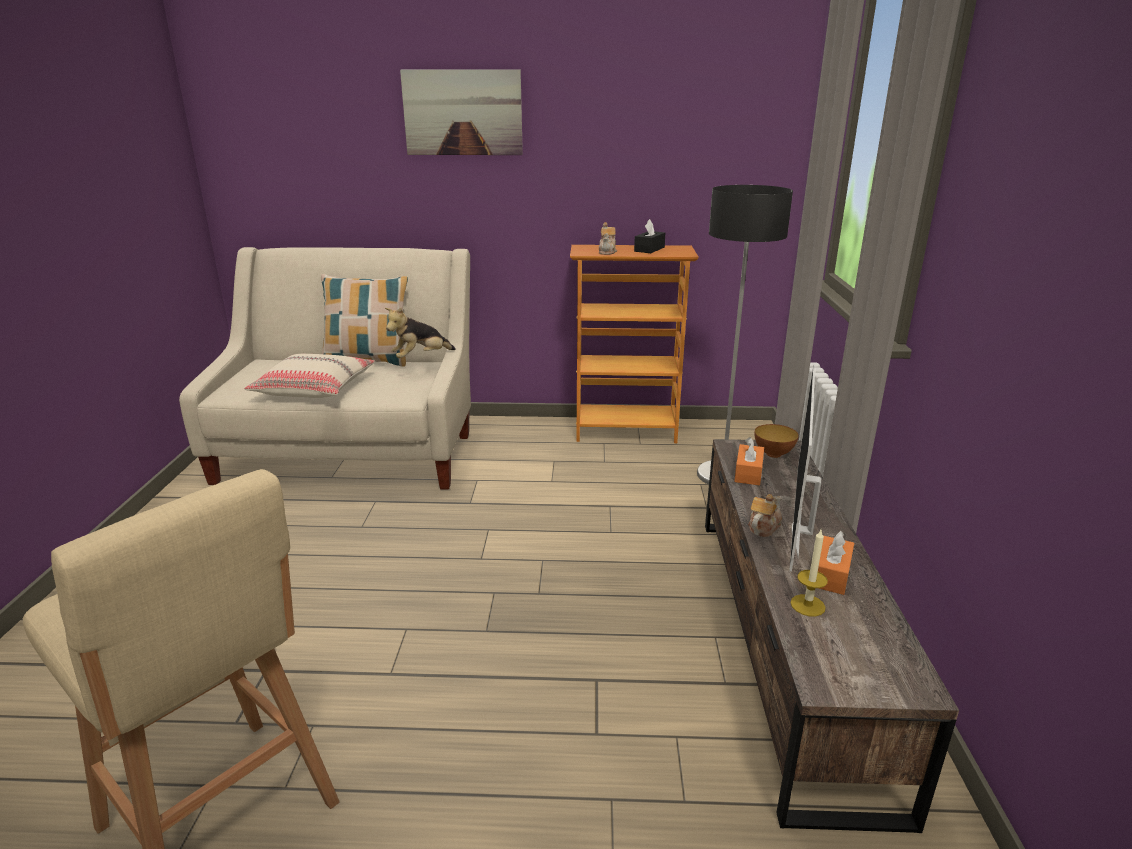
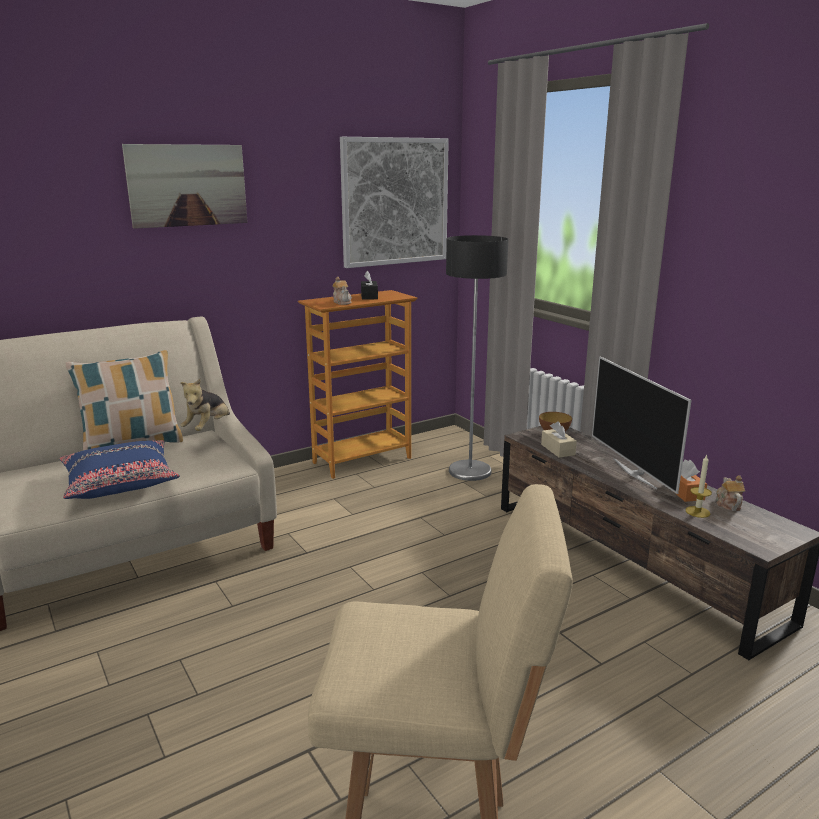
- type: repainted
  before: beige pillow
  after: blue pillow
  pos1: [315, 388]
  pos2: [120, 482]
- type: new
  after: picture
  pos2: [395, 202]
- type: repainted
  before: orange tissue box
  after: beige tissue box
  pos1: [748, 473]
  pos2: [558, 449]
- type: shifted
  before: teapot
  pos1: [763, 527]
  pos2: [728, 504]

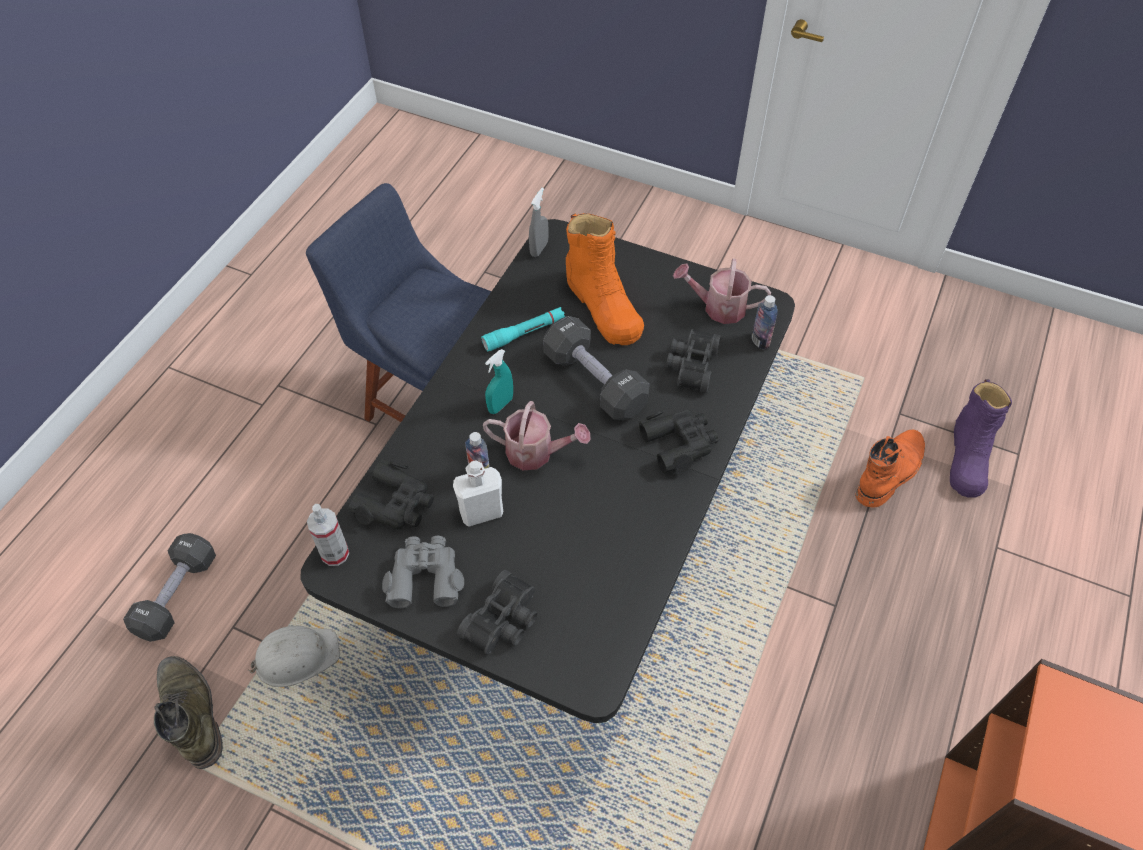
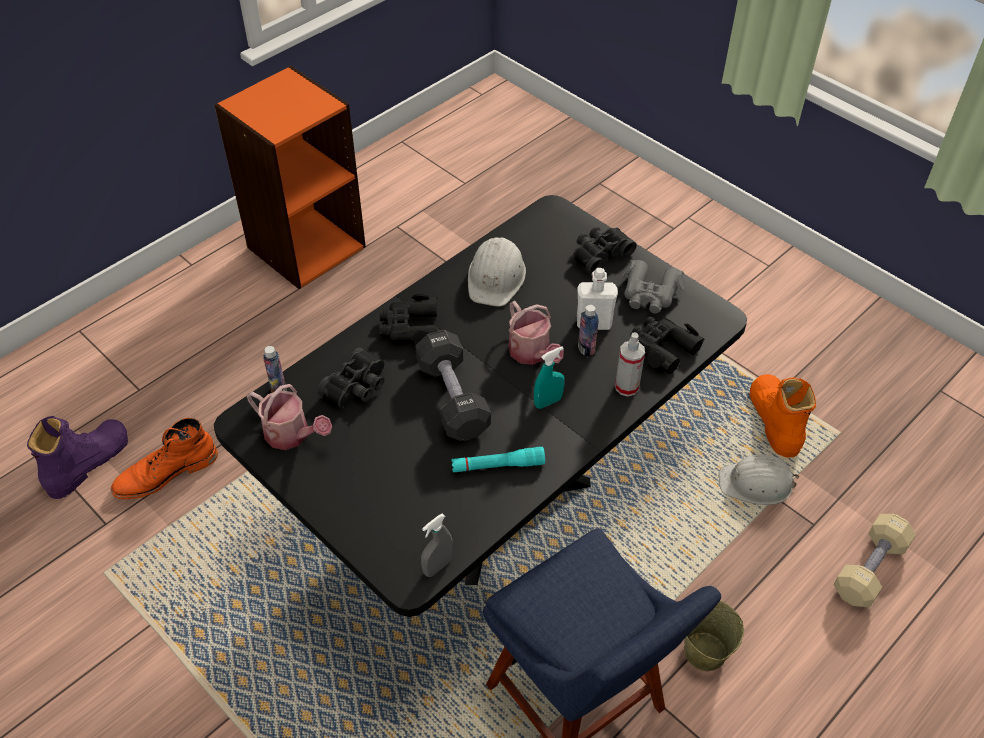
- type: new
  after: white hard hat
  pos2: [496, 277]
- type: rotated
  before: watering can
  pos1: [536, 452]
  pos2: [532, 354]
  turn: -150
- type: shifted
  before: spray bottle
  pos1: [335, 553]
  pos2: [626, 387]
- type: new
  after: beige bucket
  pos2: [705, 652]
- type: shifted
  before: orange boot
  pos1: [603, 306]
  pos2: [774, 420]
- type: repainted
  before: black dumbbell
  after: beige dumbbell
  pos1: [177, 595]
  pos2: [869, 569]
- type: gone
  before: green boot
  pos1: [191, 712]

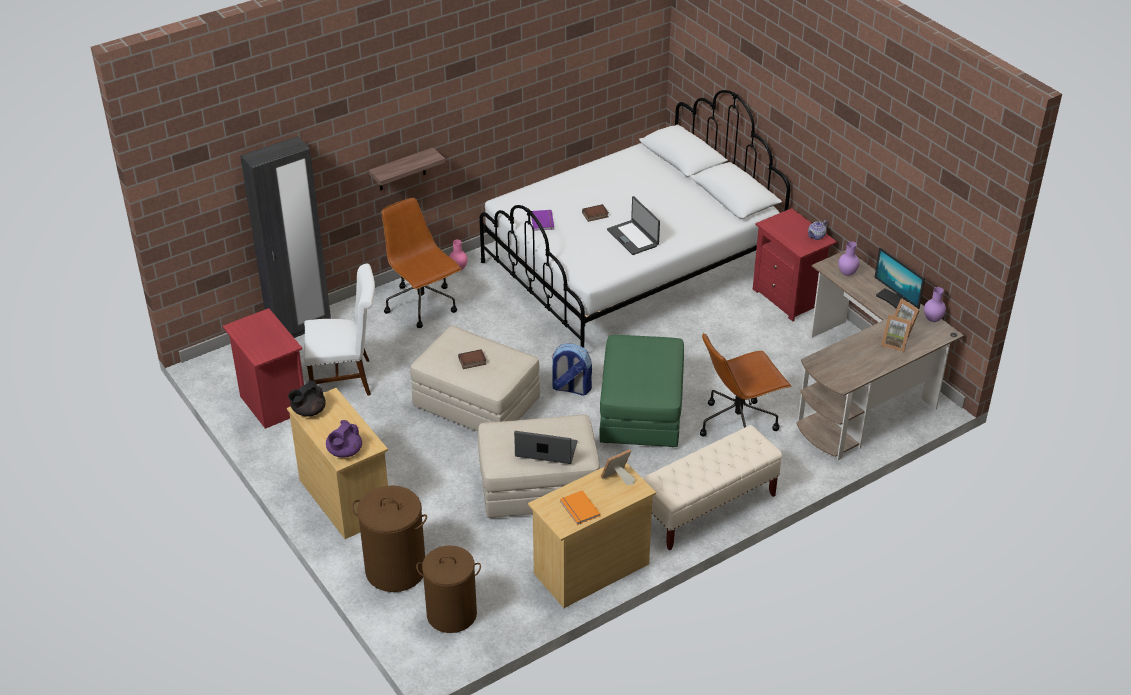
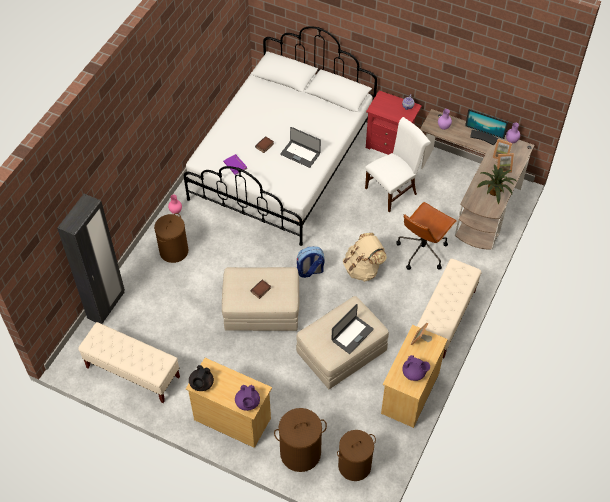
- type: swapped
  before: red nightstand
  after: beige bench
  pos1: [272, 404]
  pos2: [132, 372]
- type: swapped
  before: brown office chair
  after: brown laundry basket
  pos1: [422, 305]
  pos2: [174, 251]
- type: rotated
  before: laptop
  pos1: [546, 450]
  pos2: [352, 334]
  turn: 150
- type: swapped
  before: green ottoman
  after: beige backpack
  pos1: [641, 412]
  pos2: [363, 268]
- type: shifted
  before: white chair
  pos1: [346, 378]
  pos2: [393, 190]
- type: swapped
  before: orange book
  after: purple teapot
  pos1: [579, 509]
  pos2: [414, 373]
- type: new
  after: potted plant
  pos2: [495, 192]
- type: gone
  before: shelf
  pos1: [402, 170]

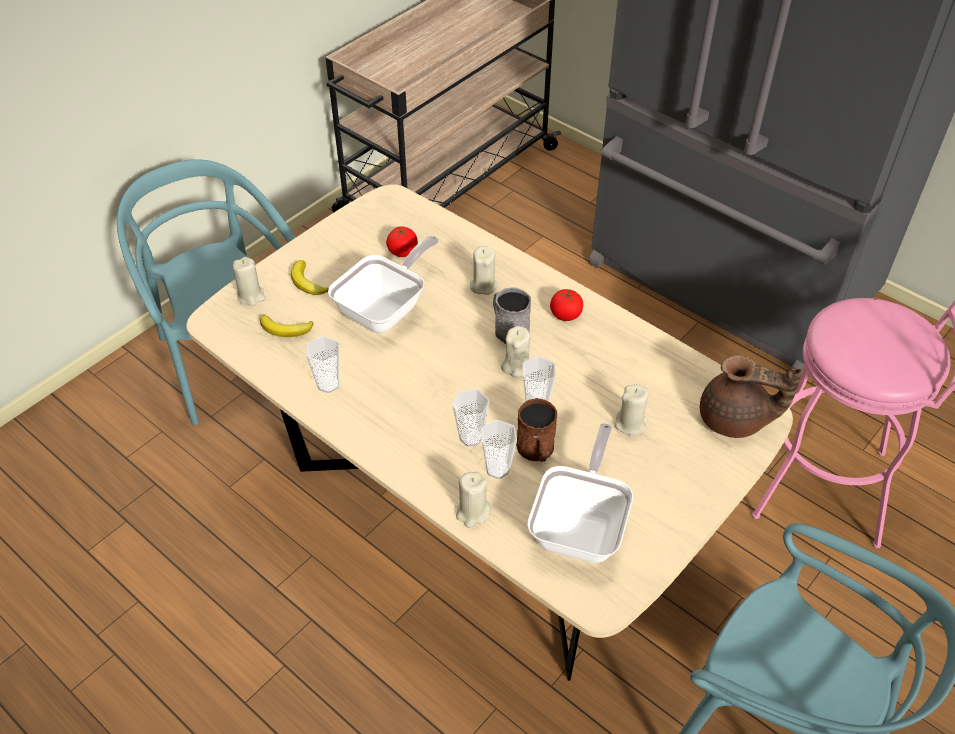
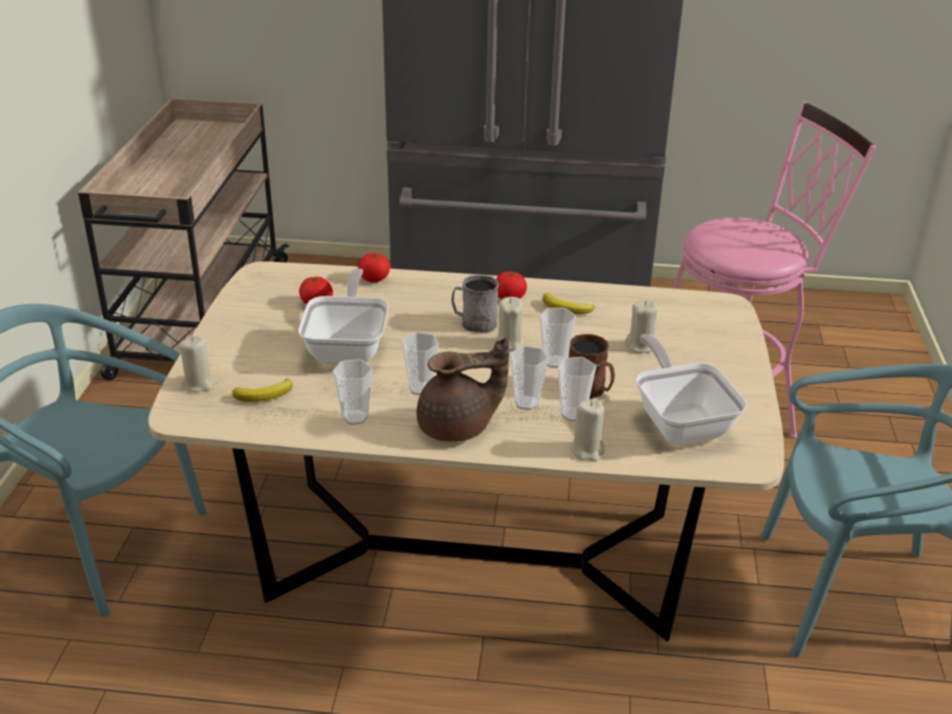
- type: new
  after: tomato
  pos2: [374, 279]
- type: new
  after: cup
  pos2: [420, 388]
- type: shifted
  before: brown teapot
  pos1: [735, 420]
  pos2: [458, 428]
- type: shifted
  before: banana
  pos1: [307, 282]
  pos2: [567, 308]
- type: gone
  before: beige candle
  pos1: [483, 285]

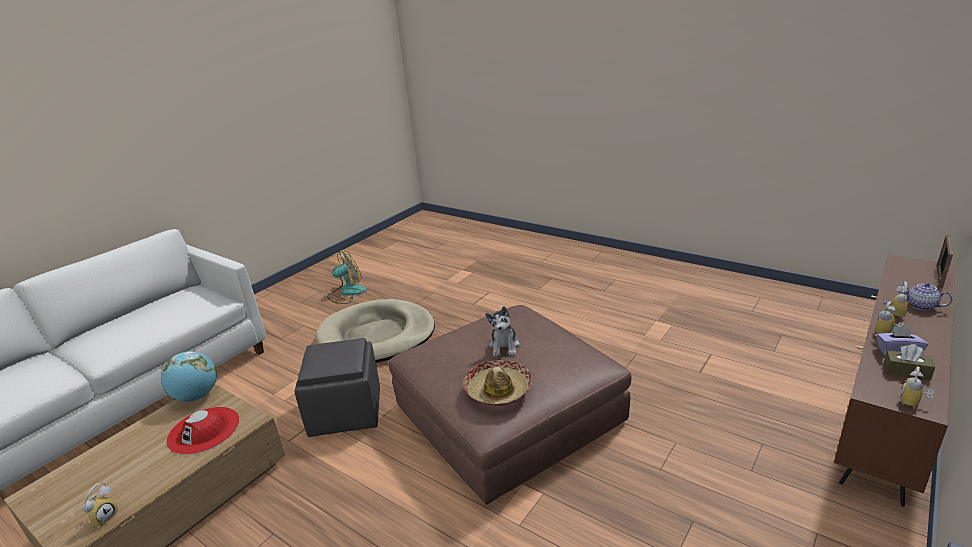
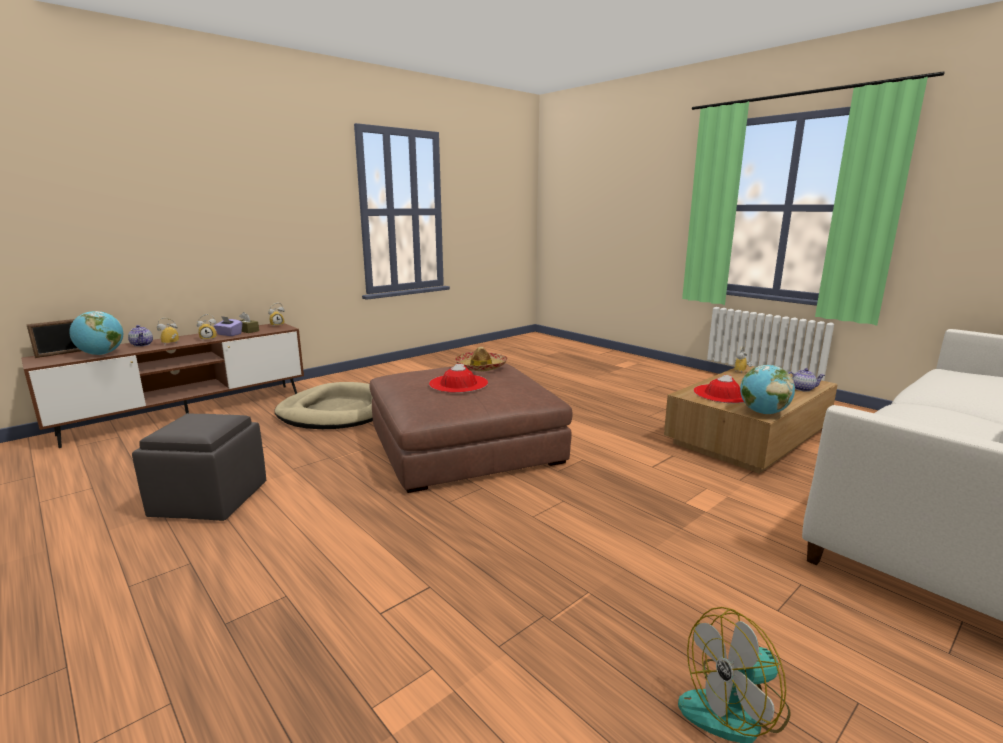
- type: new
  after: globe
  pos2: [101, 354]
- type: shifted
  before: grey ottoman
  pos1: [346, 411]
  pos2: [209, 500]
- type: shifted
  before: beige dog bed
  pos1: [377, 336]
  pos2: [337, 412]
- type: swapped
  before: plush toy
  after: red hat
  pos1: [504, 346]
  pos2: [458, 383]
- type: new
  after: teapot
  pos2: [802, 389]

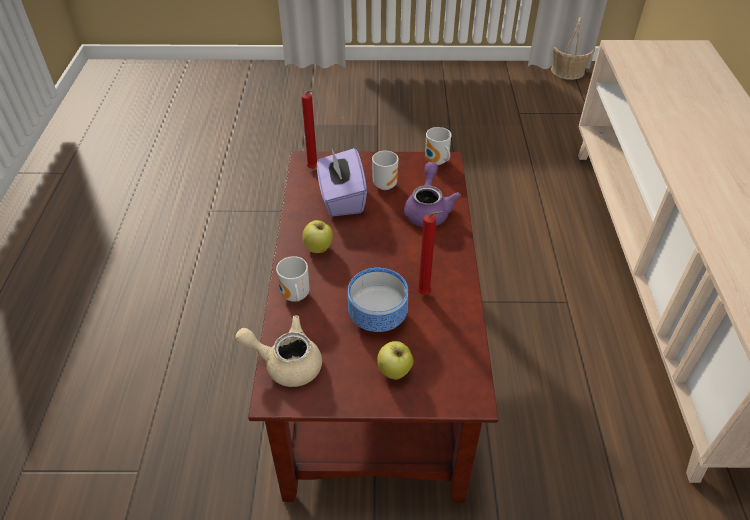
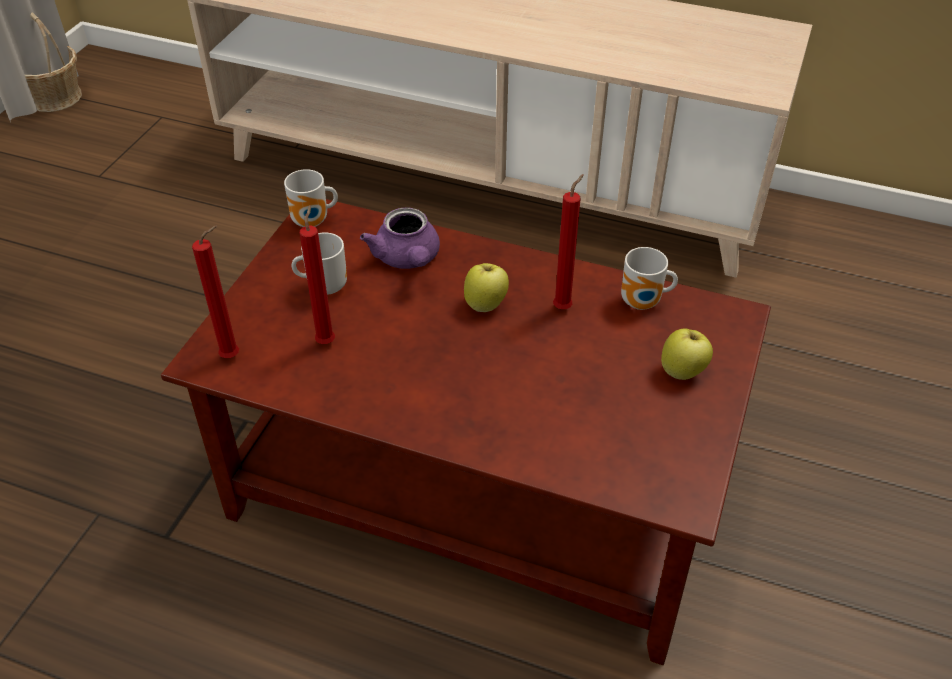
- type: swapped
  before: purple tissue box
  after: red candle
  pos1: [341, 198]
  pos2: [326, 340]
- type: rotated
  before: purple teapot
  pos1: [428, 210]
  pos2: [407, 259]
  turn: -135
- type: shifted
  before: apple
  pos1: [319, 249]
  pos2: [486, 304]
- type: shifted
  before: mug
  pos1: [294, 297]
  pos2: [643, 303]
- type: gone
  before: beige teapot
  pos1: [286, 363]
- type: gone
  before: bowl
  pos1: [375, 318]

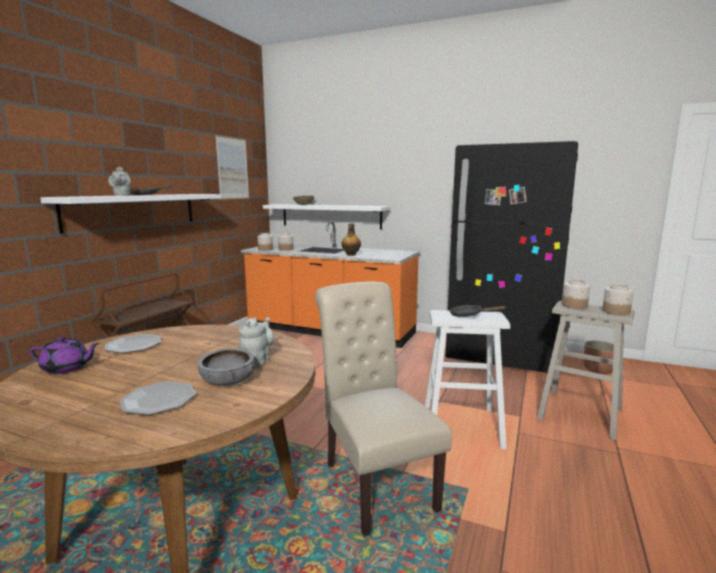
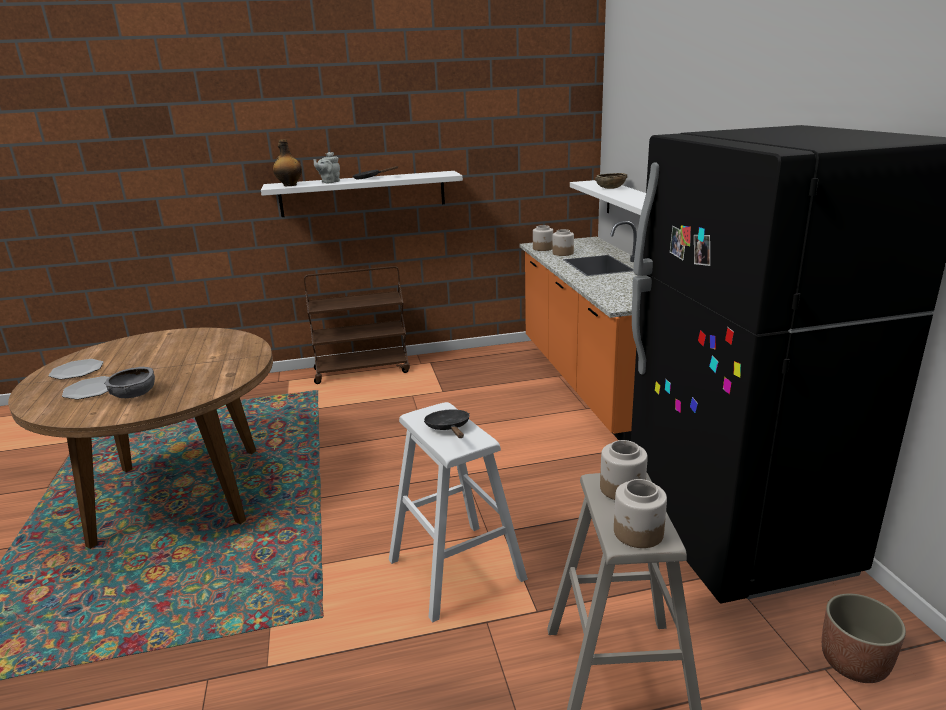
- type: shifted
  before: plate
  pos1: [133, 345]
  pos2: [77, 371]
- type: shifted
  before: bottle
  pos1: [351, 255]
  pos2: [289, 185]
- type: gone
  before: purple teapot
  pos1: [67, 368]
- type: gone
  before: picture
  pos1: [232, 168]
- type: gone
  before: grey teapot
  pos1: [257, 360]
- type: gone
  before: beige chair
  pos1: [374, 482]

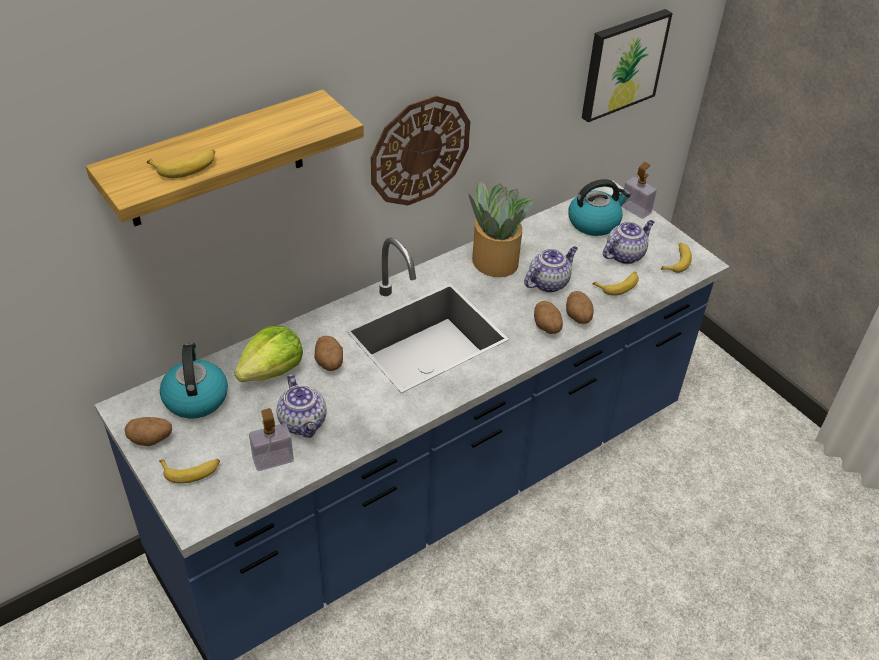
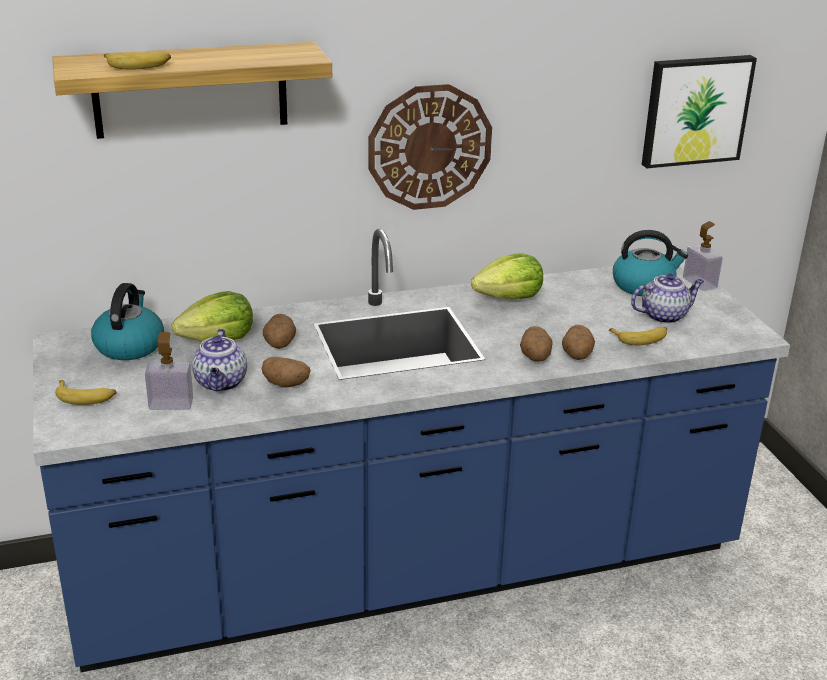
- type: shifted
  before: potato
  pos1: [151, 439]
  pos2: [287, 384]
- type: swapped
  before: potted plant
  after: lettuce
  pos1: [494, 261]
  pos2: [509, 297]
- type: gone
  before: teapot
  pos1: [548, 282]
- type: gone
  before: banana
  pos1: [676, 261]

